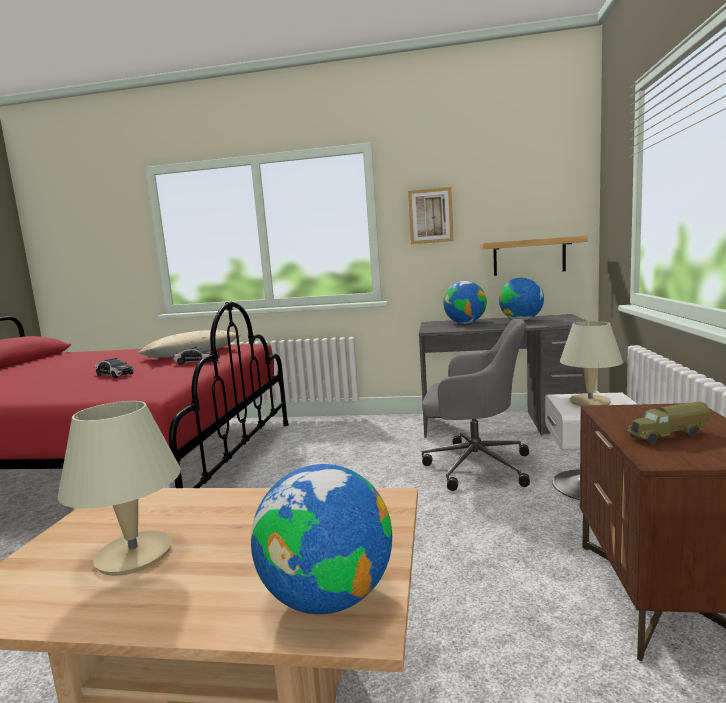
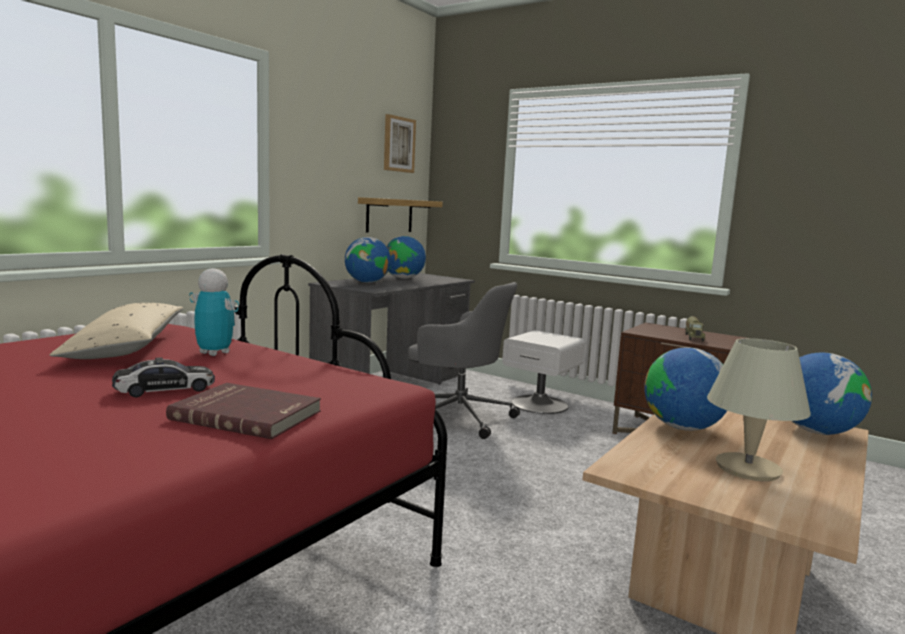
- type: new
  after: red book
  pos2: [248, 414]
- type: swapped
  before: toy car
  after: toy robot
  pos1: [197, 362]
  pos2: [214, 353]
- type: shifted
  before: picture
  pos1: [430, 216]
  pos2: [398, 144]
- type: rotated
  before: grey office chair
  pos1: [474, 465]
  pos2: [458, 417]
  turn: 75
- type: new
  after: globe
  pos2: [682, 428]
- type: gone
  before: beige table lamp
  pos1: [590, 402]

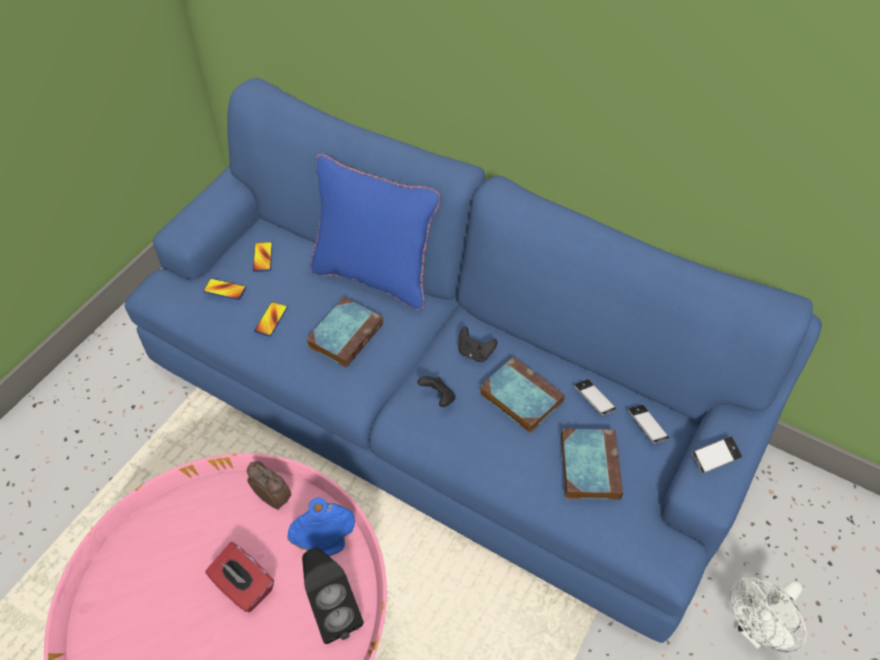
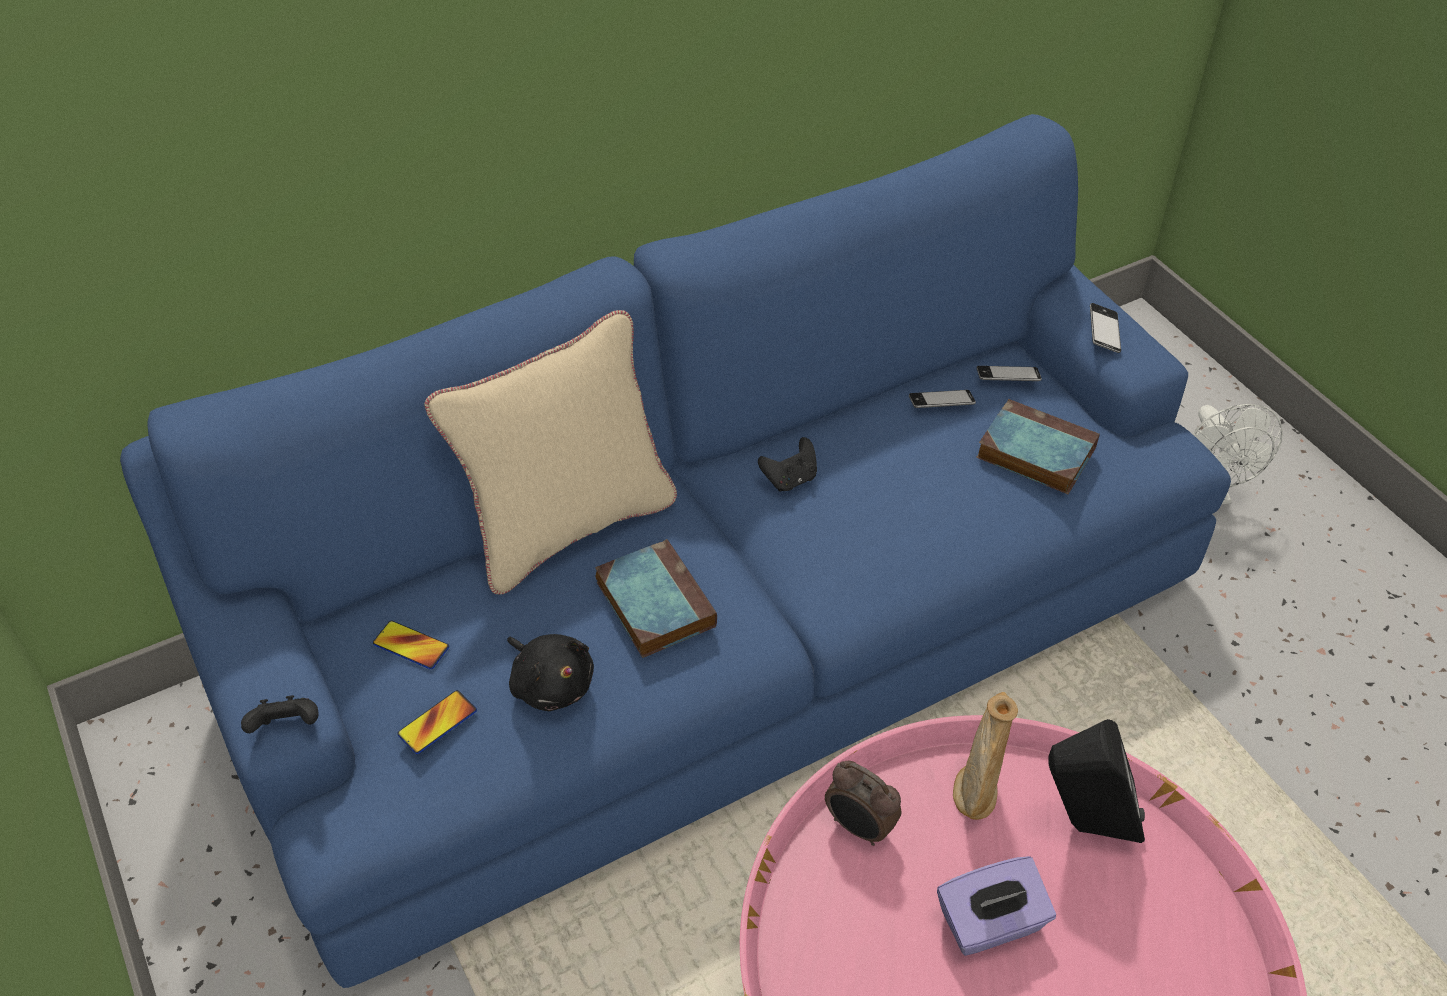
- type: shifted
  before: black game controller
  pos1: [438, 397]
  pos2: [287, 727]
- type: repainted
  before: blue pillow
  after: beige pillow
  pos1: [374, 276]
  pos2: [568, 526]
- type: swapped
  before: phone
  after: black plush toy
  pos1: [271, 319]
  pos2: [551, 684]
- type: rotated
  before: alarm clock
  pos1: [273, 497]
  pos2: [859, 827]
  turn: -120
- type: repainted
  before: red tissue box
  after: purple tissue box
  pos1: [243, 586]
  pos2: [990, 923]
- type: repainted
  before: blue vase
  after: beige vase
  pos1: [325, 545]
  pos2: [975, 793]
- type: gone
  before: book
  pos1: [519, 397]

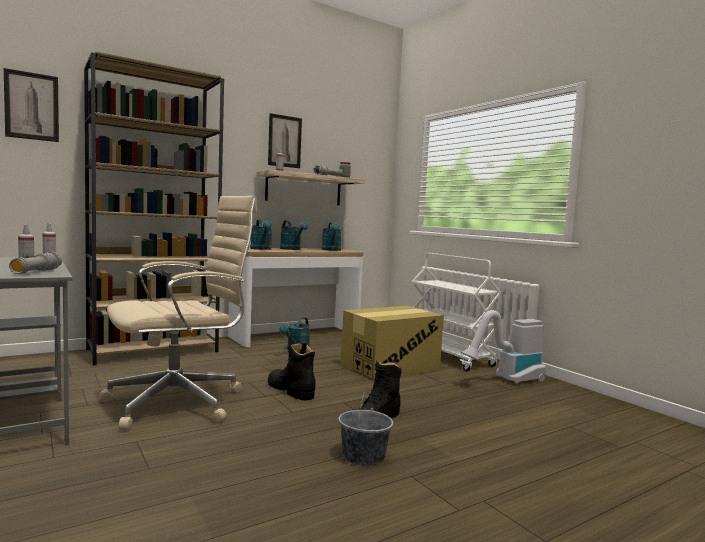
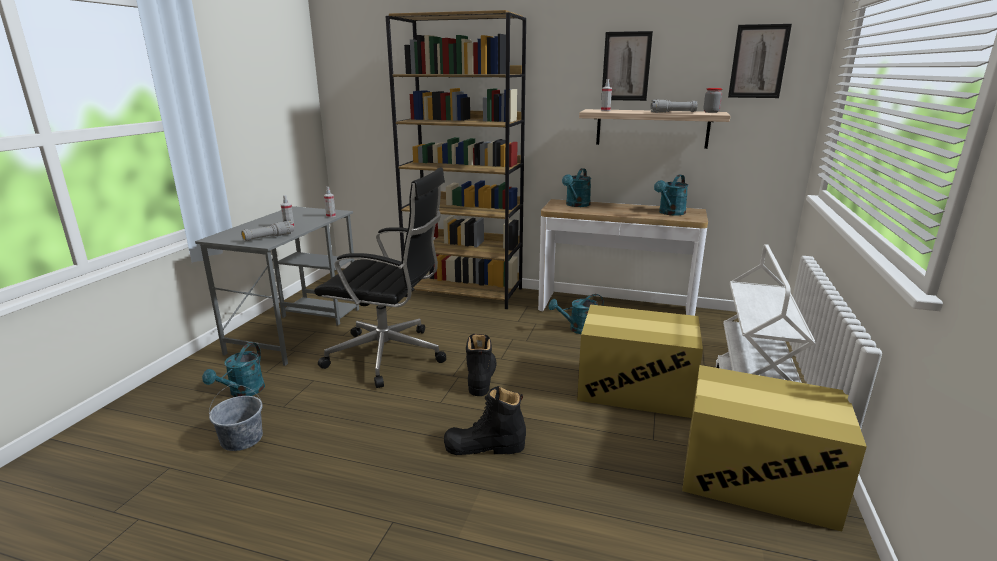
- type: shifted
  before: turquoise watering can
  pos1: [292, 249]
  pos2: [243, 392]
- type: shifted
  before: grey bucket
  pos1: [363, 456]
  pos2: [241, 439]
- type: repainted
  before: beige office chair
  after: black office chair
  pos1: [180, 402]
  pos2: [389, 356]
- type: swapped
  before: vacuum cleaner
  after: cardboard box
  pos1: [507, 380]
  pos2: [757, 478]
- type: shifted
  before: picture
  pos1: [32, 106]
  pos2: [758, 61]

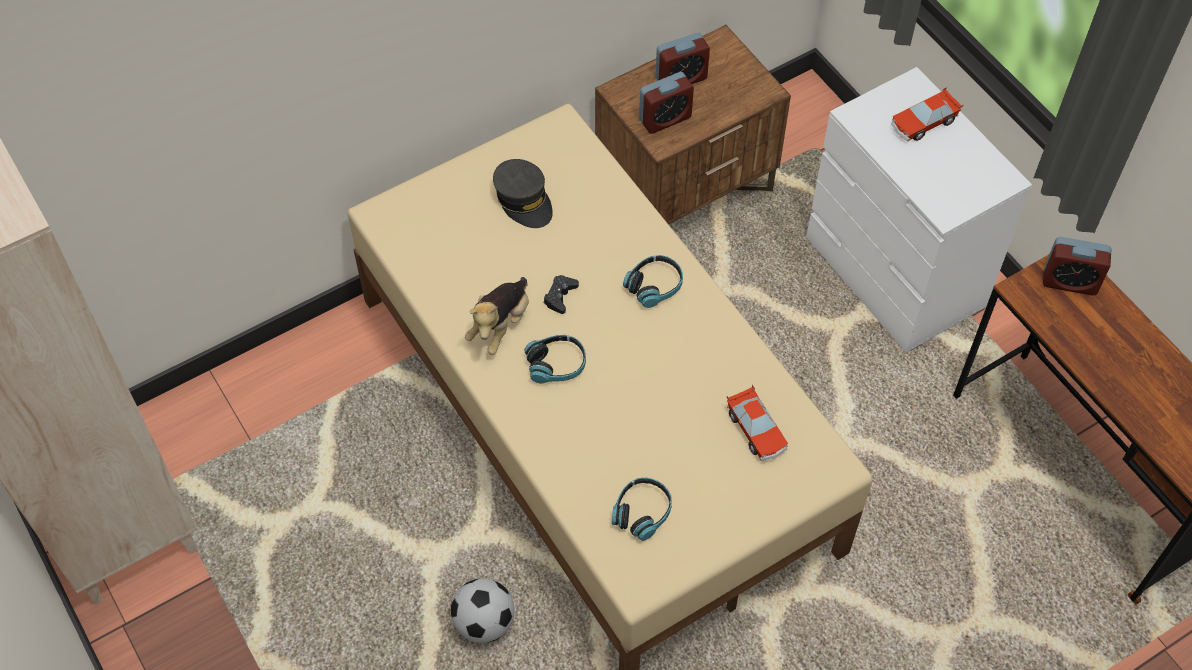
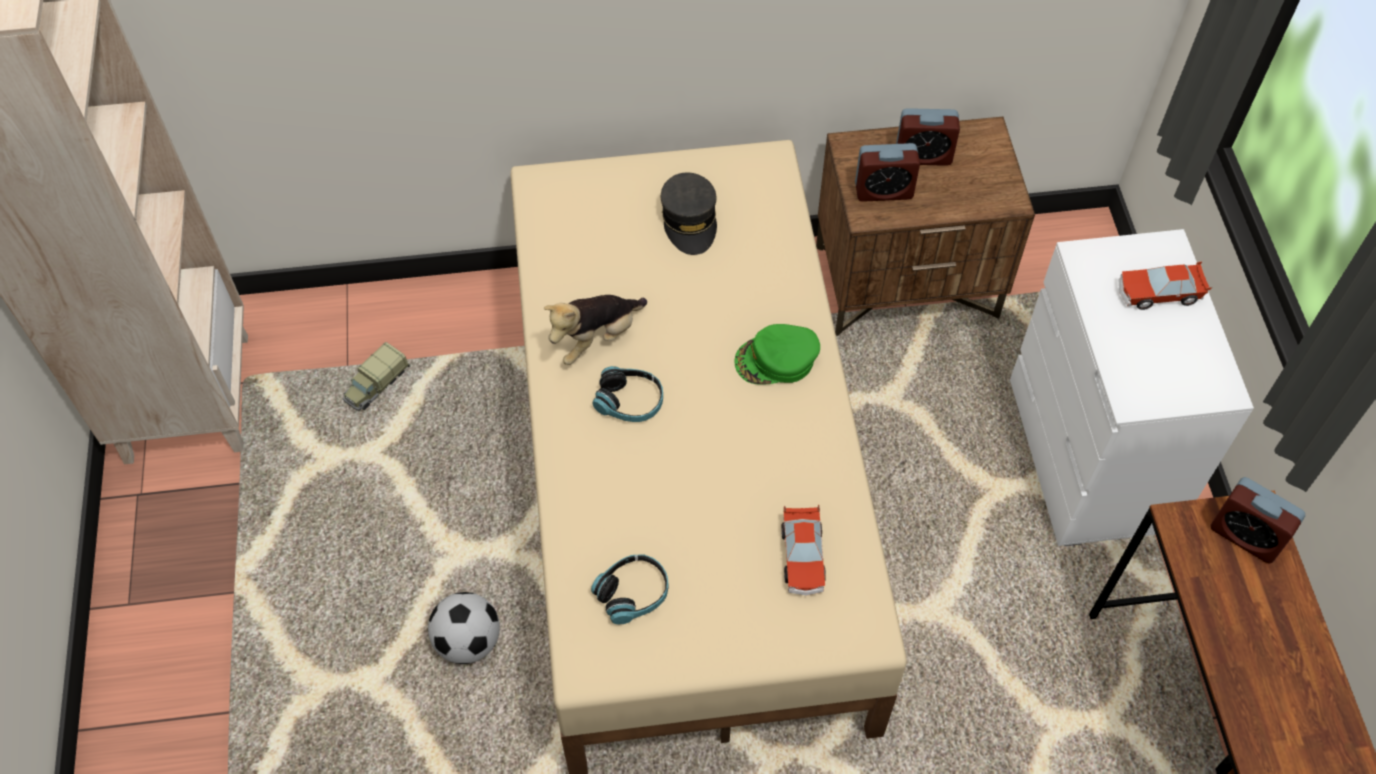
- type: new
  after: toy truck
  pos2: [376, 385]
- type: swapped
  before: headphones
  after: green cap
  pos1: [654, 286]
  pos2: [777, 360]
- type: gone
  before: black game controller
  pos1: [560, 296]

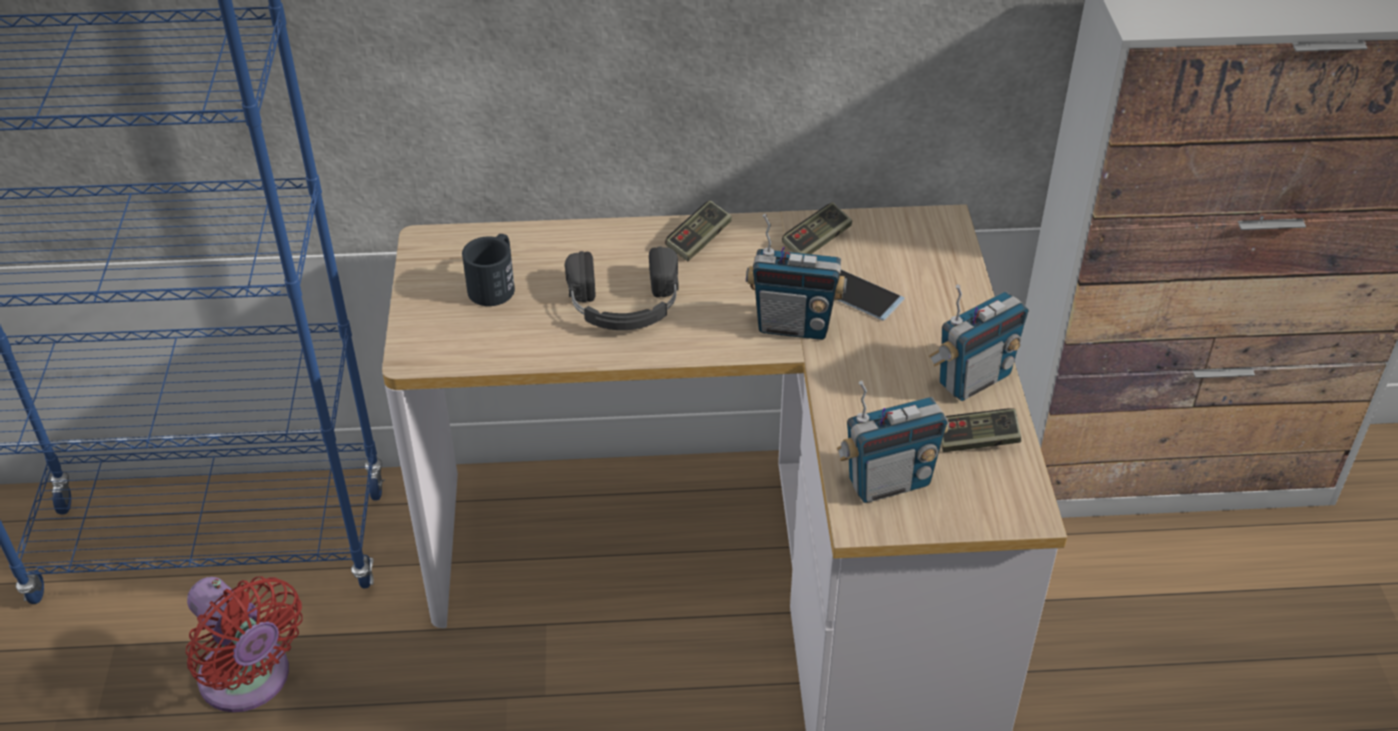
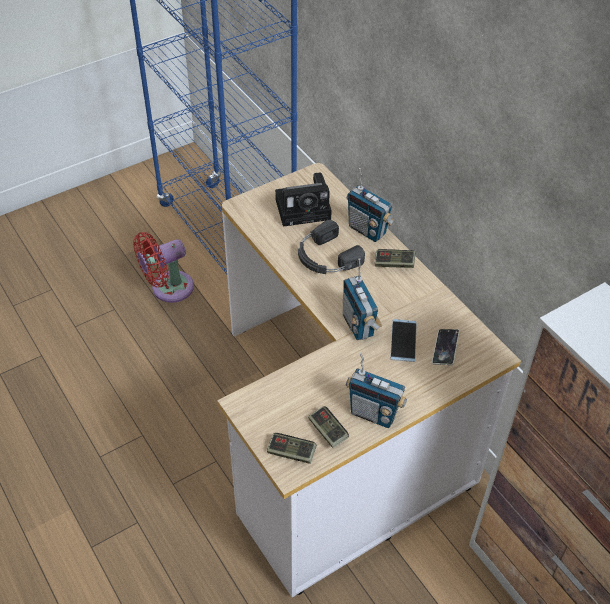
- type: rotated
  before: red fan
  pos1: [250, 681]
  pos2: [168, 289]
  turn: 45
- type: shifted
  before: game controller
  pos1: [816, 241]
  pos2: [291, 453]
- type: swapped
  before: black mug
  after: photo camera
  pos1: [495, 284]
  pos2: [305, 208]
- type: shifted
  before: radio
  pos1: [888, 482]
  pos2: [367, 230]
- type: new
  after: phone
  pos2: [445, 349]

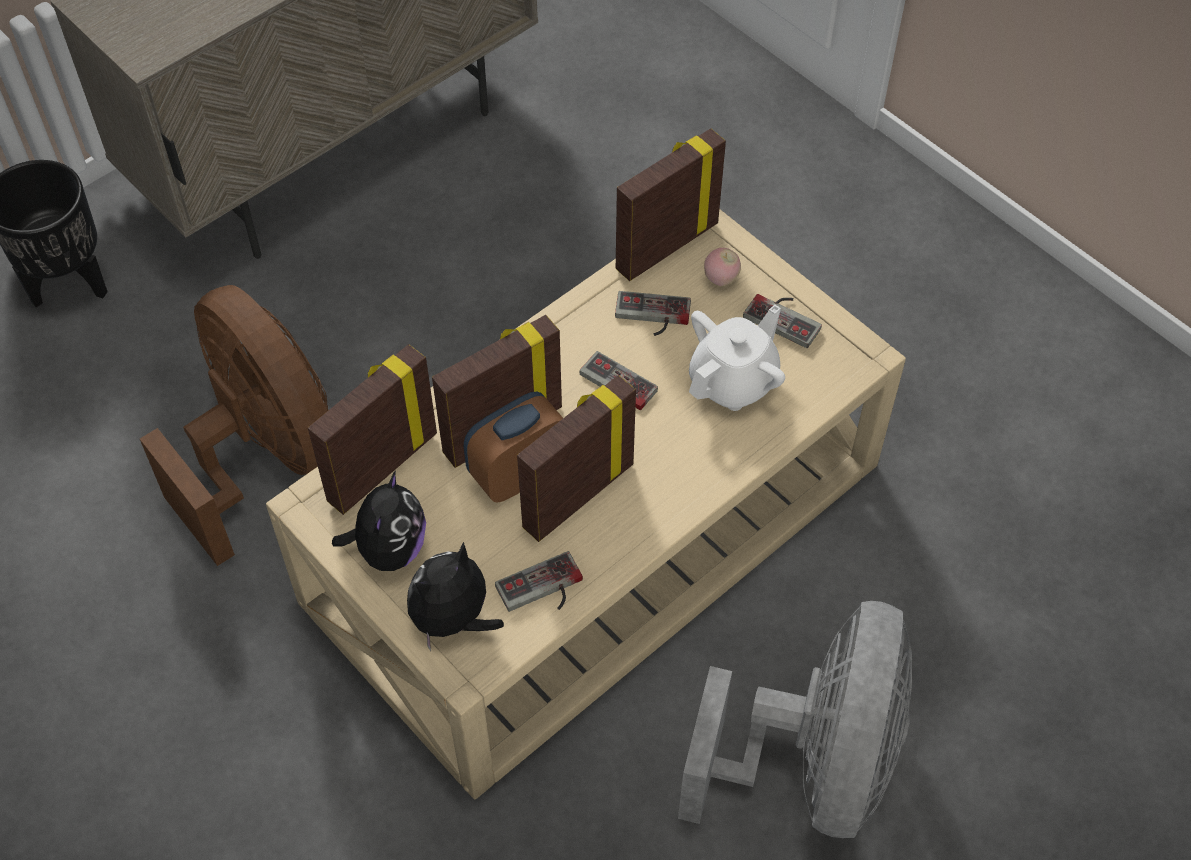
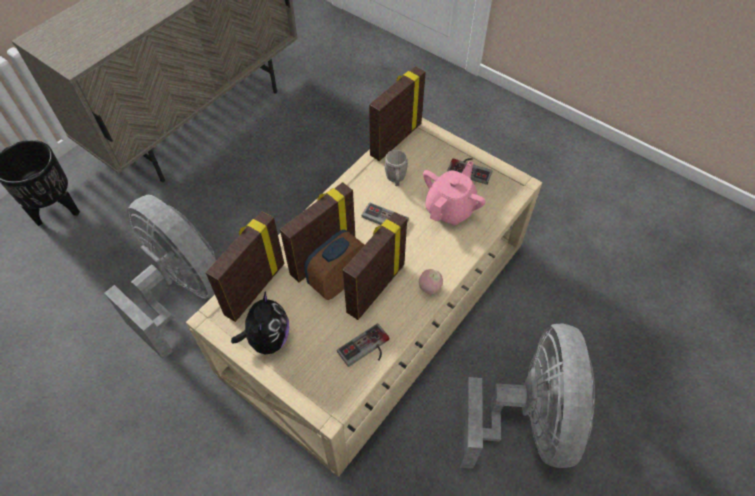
- type: repainted
  before: brown fan
  after: grey fan
  pos1: [263, 457]
  pos2: [182, 291]
- type: swapped
  before: game controller
  after: grey mug
  pos1: [652, 317]
  pos2: [396, 179]
- type: shifted
  before: apple
  pos1: [720, 279]
  pos2: [429, 288]
- type: repainted
  before: white teapot
  after: pink teapot
  pos1: [733, 381]
  pos2: [450, 209]
- type: gone
  before: plush toy
  pos1: [453, 620]

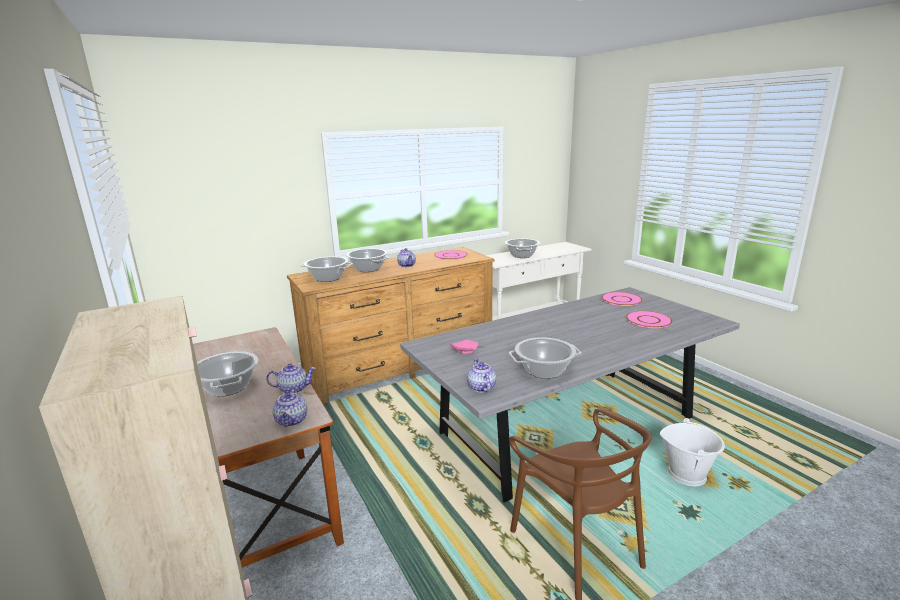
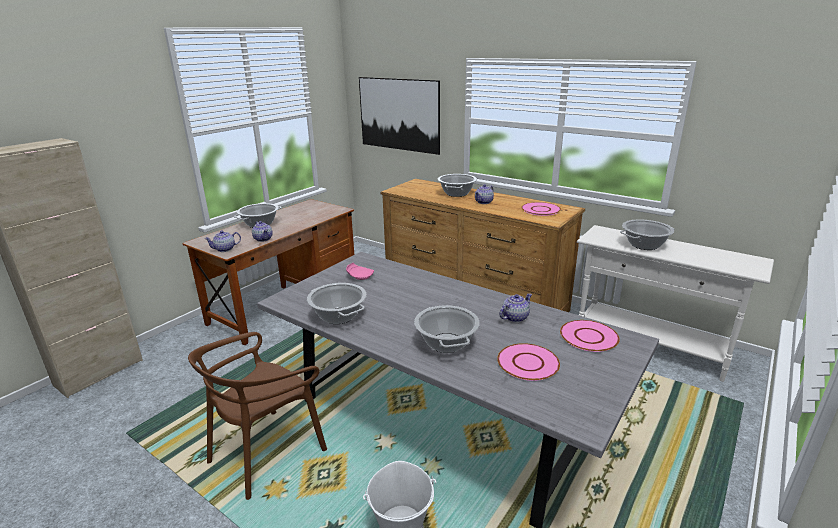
- type: new
  after: picture
  pos2: [399, 114]
- type: shifted
  before: cooking pot
  pos1: [328, 278]
  pos2: [446, 343]
- type: shifted
  before: teapot
  pos1: [481, 387]
  pos2: [514, 317]

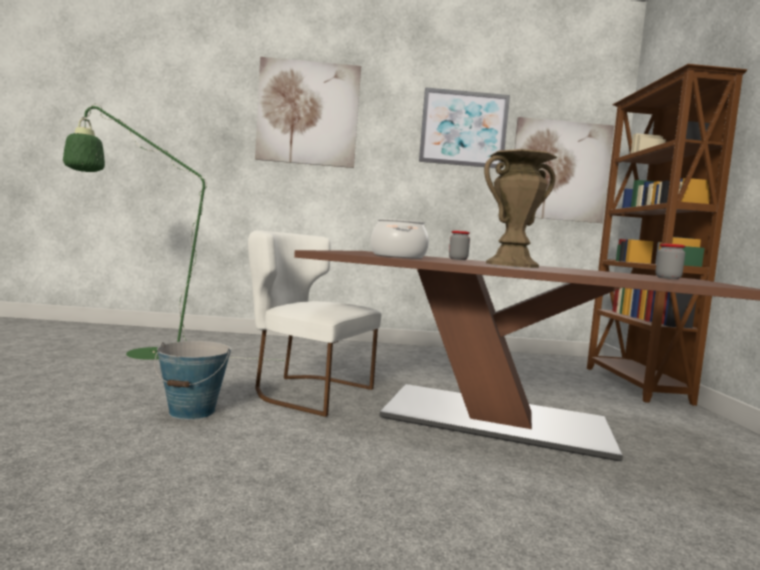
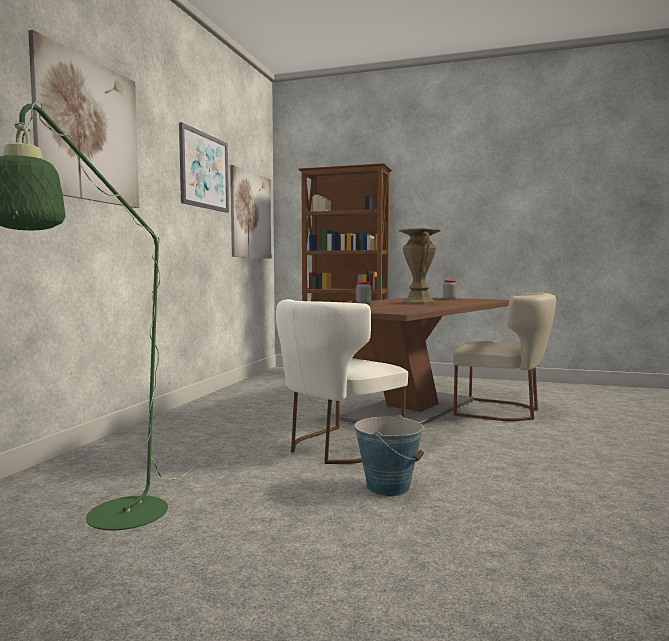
- type: new
  after: beige chair
  pos2: [502, 411]
- type: gone
  before: cooking pot
  pos1: [398, 256]

